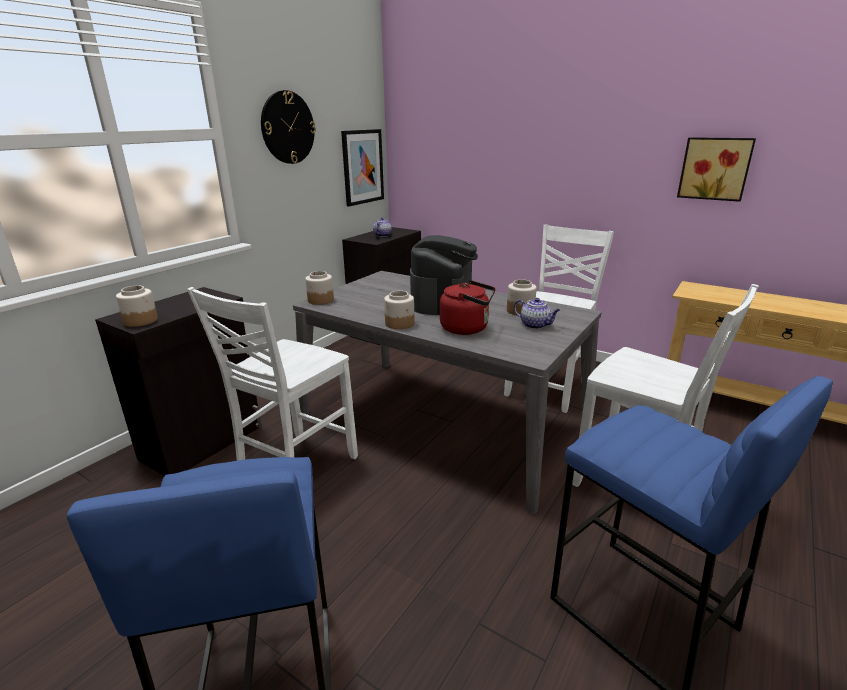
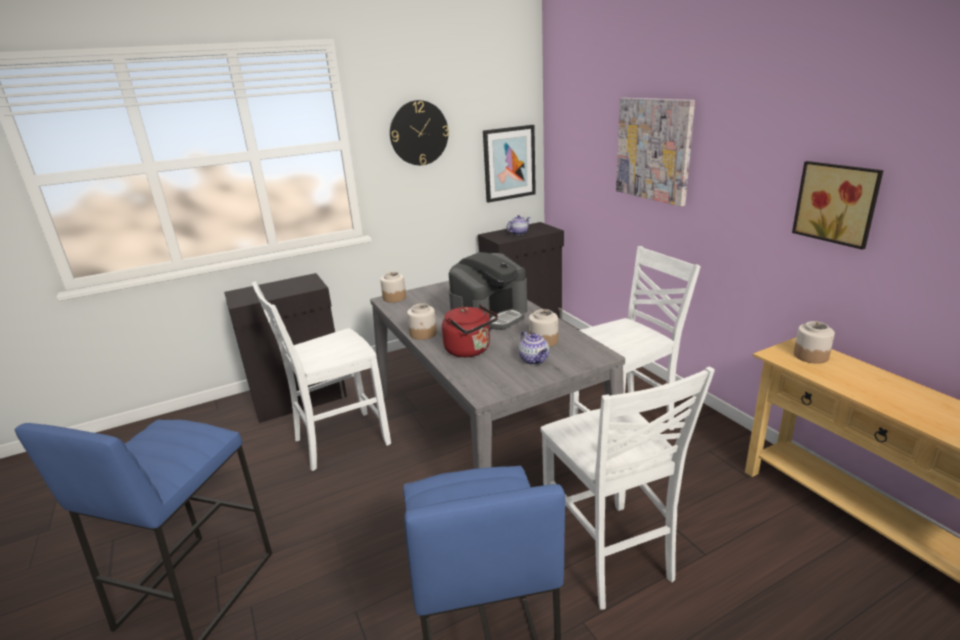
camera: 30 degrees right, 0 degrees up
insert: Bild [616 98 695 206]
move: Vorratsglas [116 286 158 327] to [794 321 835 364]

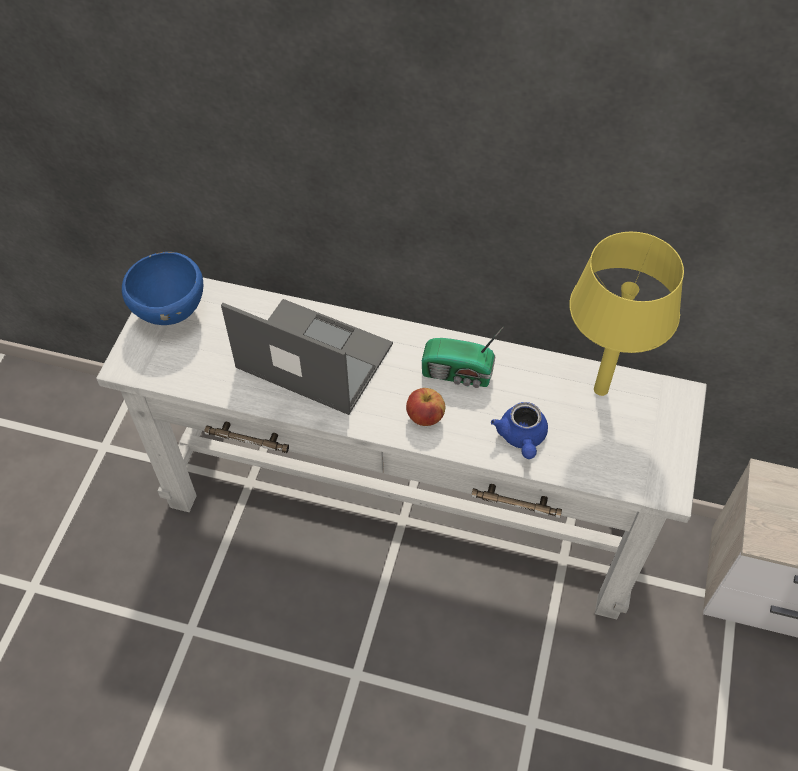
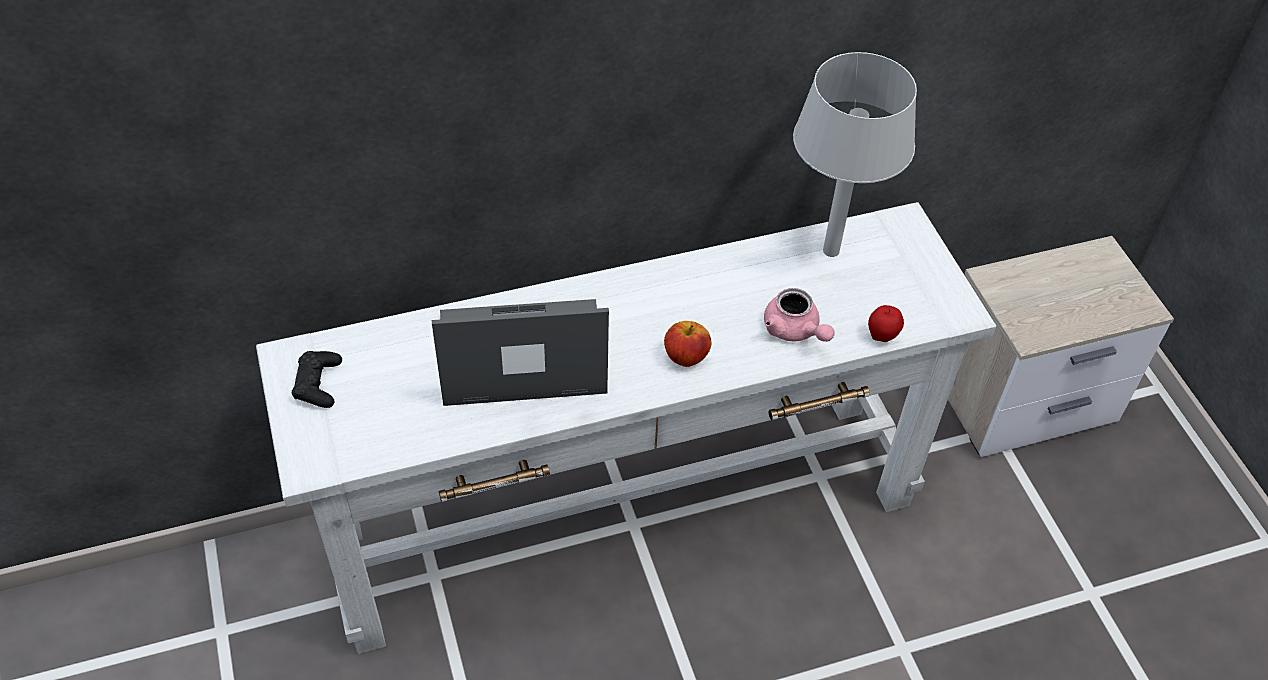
camera: 35 degrees left, 5 degrees down
delete: Radio [422 327 503 388]
insert: Apfel [868 305 904 342]
replace: Schüssel (blau) [122 252 203 325] to Gamepad (schwarz) [292 351 342 408]
recolor: Teekanne (blau) [491 402 548 459] to Teekanne (rosa) [764 288 834 342]; Tischlampe (gelb) [570 232 684 396] to Tischlampe (grau) [793 52 917 257]

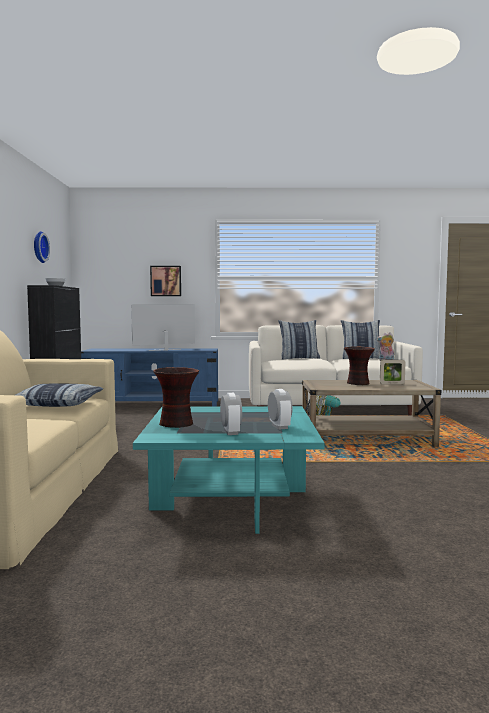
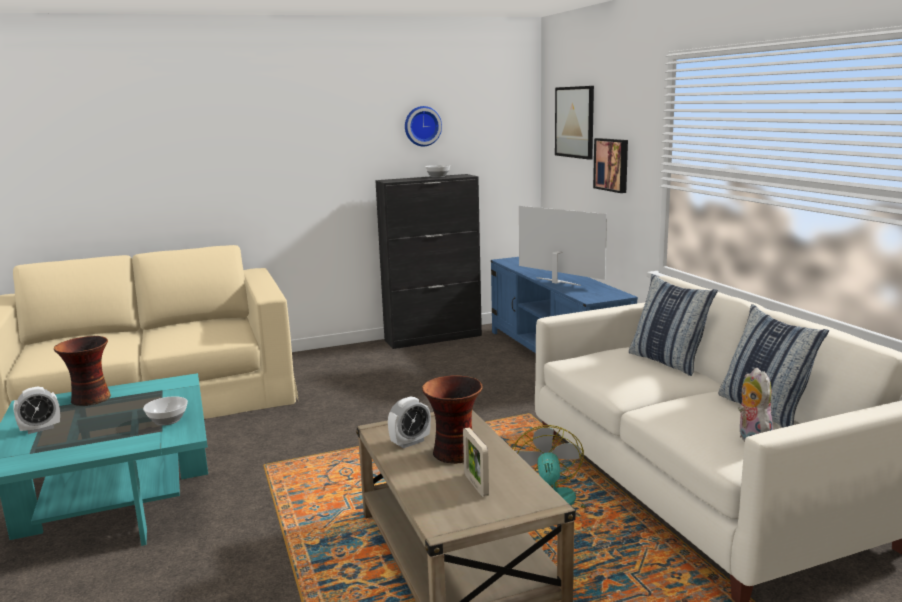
camera: 70 degrees right, 10 degrees up
delete: Kissen [16 384 103 407]
insert: Schüssel [143 396 188 426]; Bild [555 86 594 160]
move: Wecker [268 389 293 430] to [388 397 431 448]

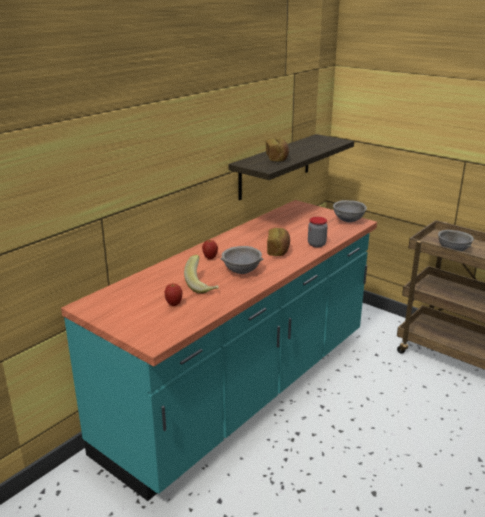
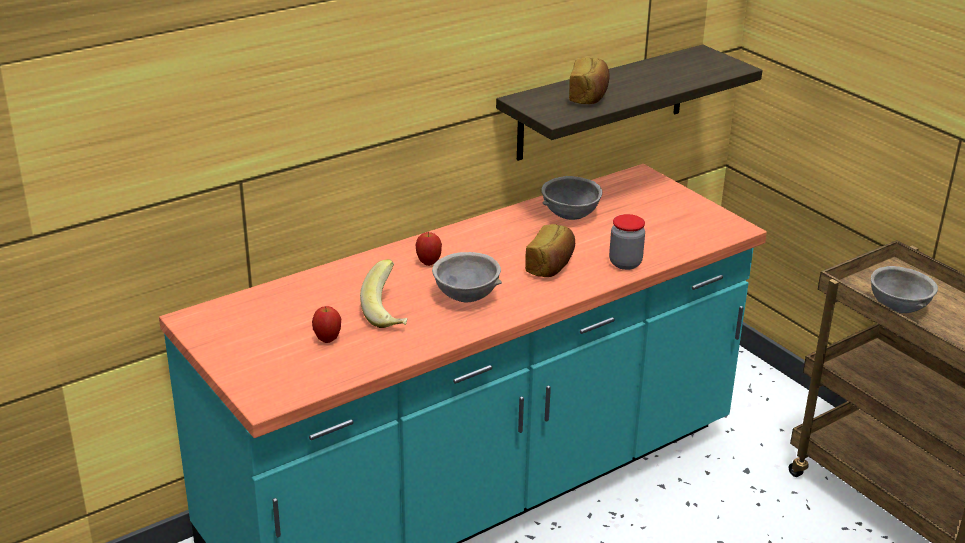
camera: 15 degrees right, 5 degrees up
move: Schüssel (grau) [333 200 367 222] to [541 176 602 220]

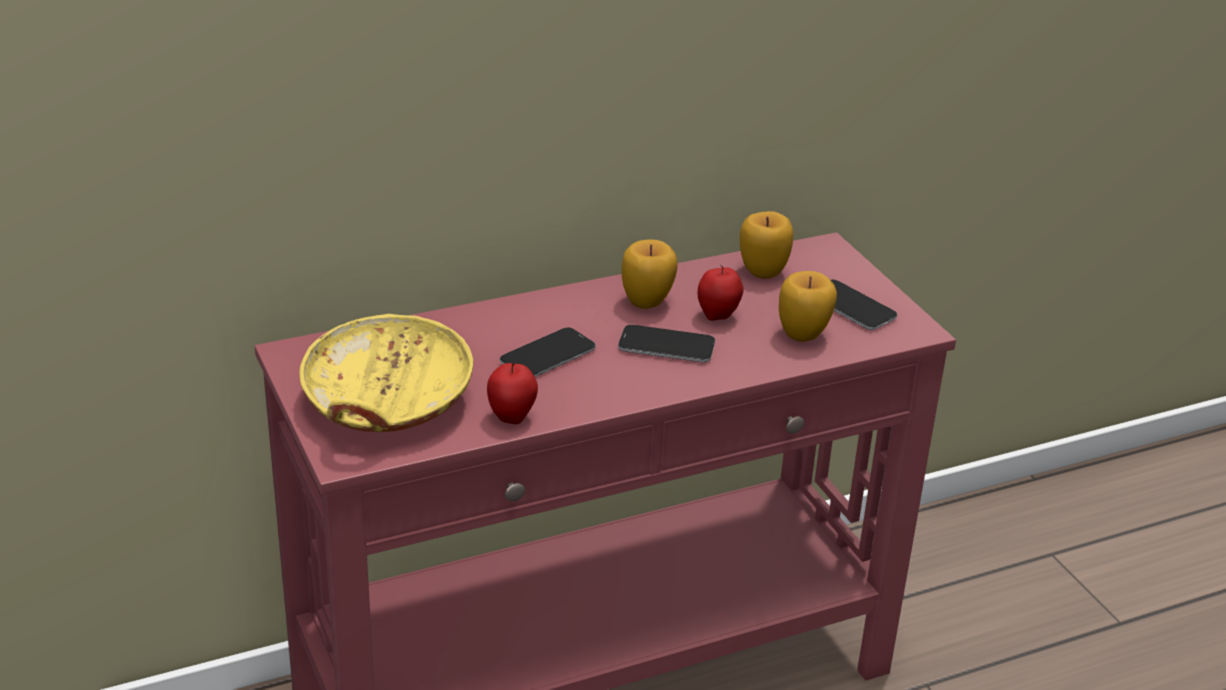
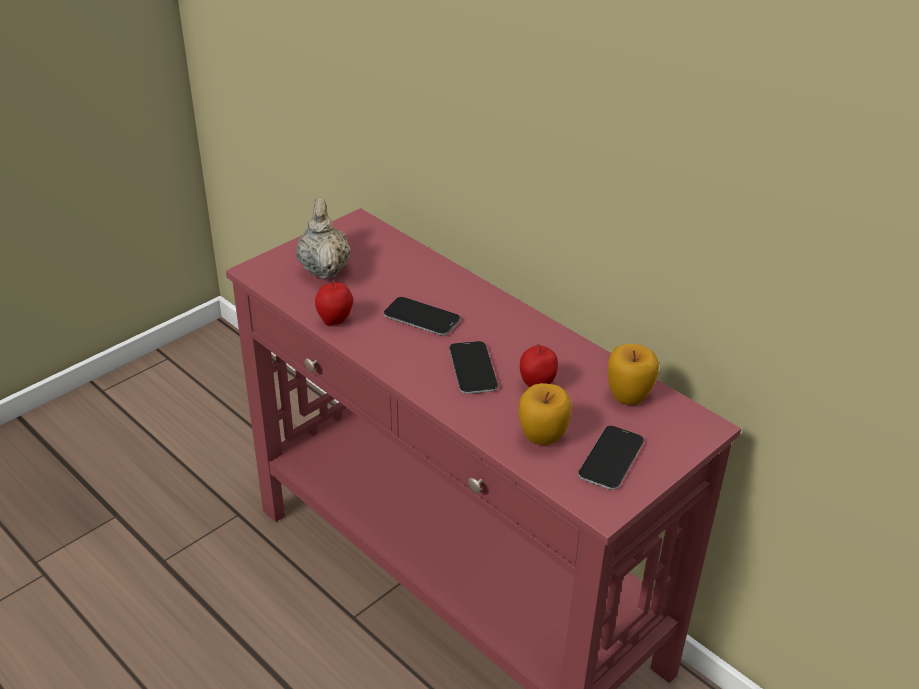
camera: 70 degrees right, 5 degrees up
delete: Apfel [622 239 678 309]
replace: Schüssel (gelb) [299 314 473 432] to Teekanne (beige) [296 197 351 279]

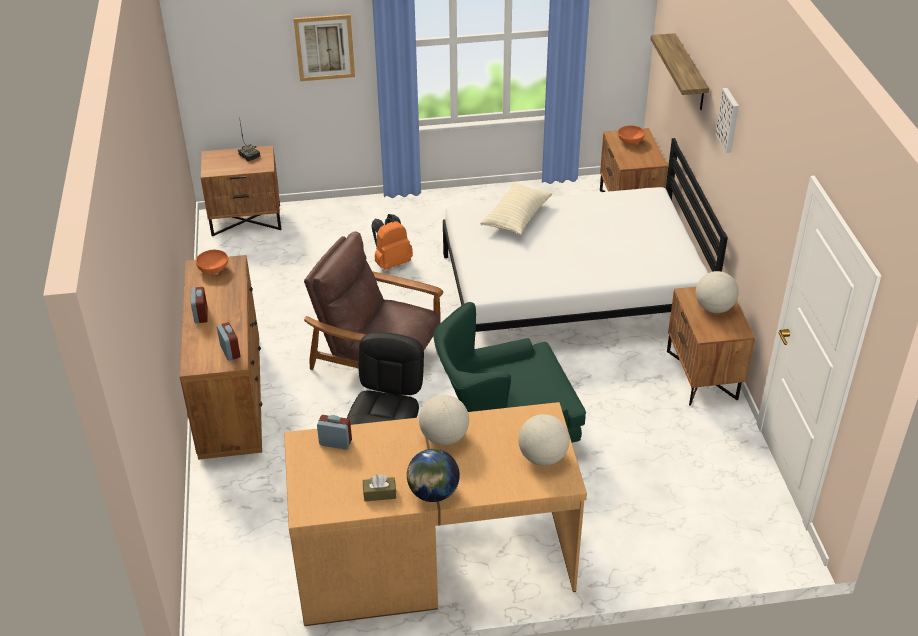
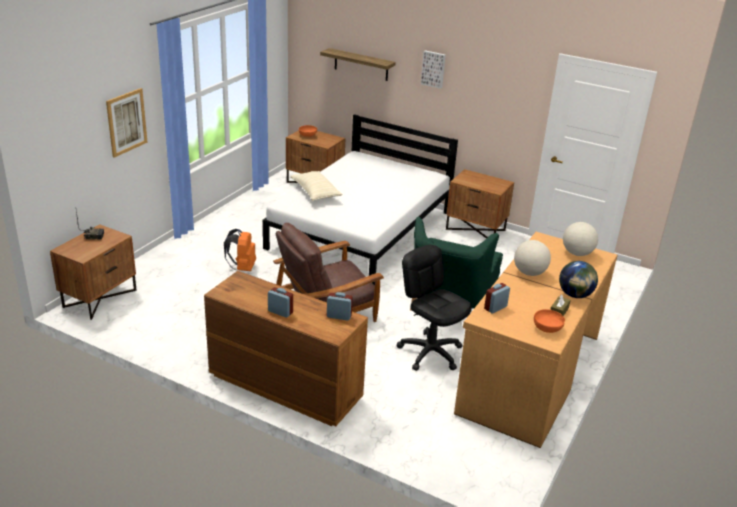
camera: 55 degrees left, 10 degrees down
delete: Globus [696 271 739 313]
move: Schüssel (orange) [196 250 228 274] to [534 309 565 333]

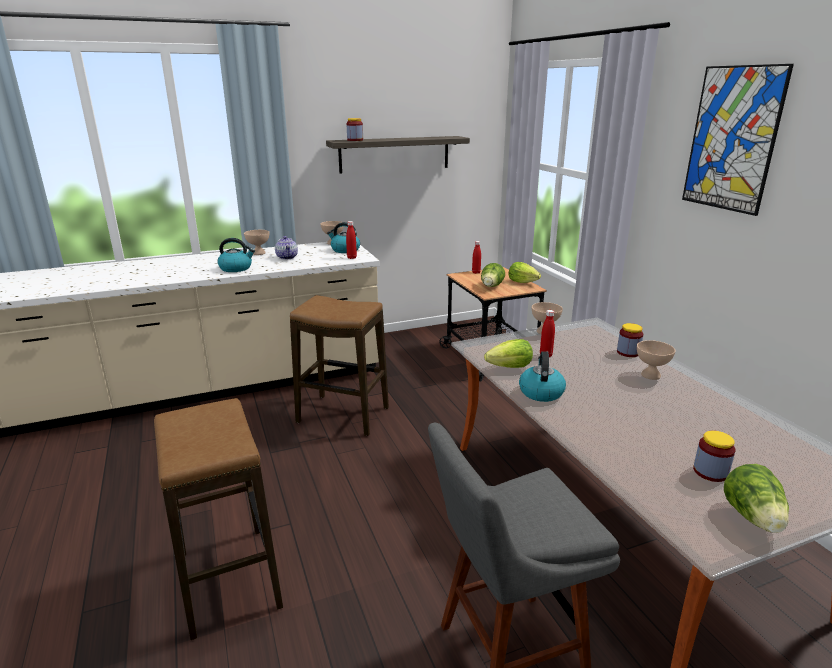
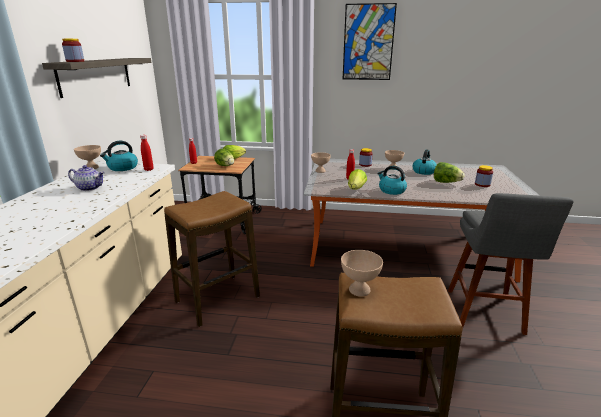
camera: 60 degrees left, 0 degrees up
move: Wasserkessel [217 238 255 272] to [412 150 437 175]; Schüssel (beige) [244 230 269 255] to [341 250 383 297]; Salatkopf [724 464 789 533] to [434 162 465 183]

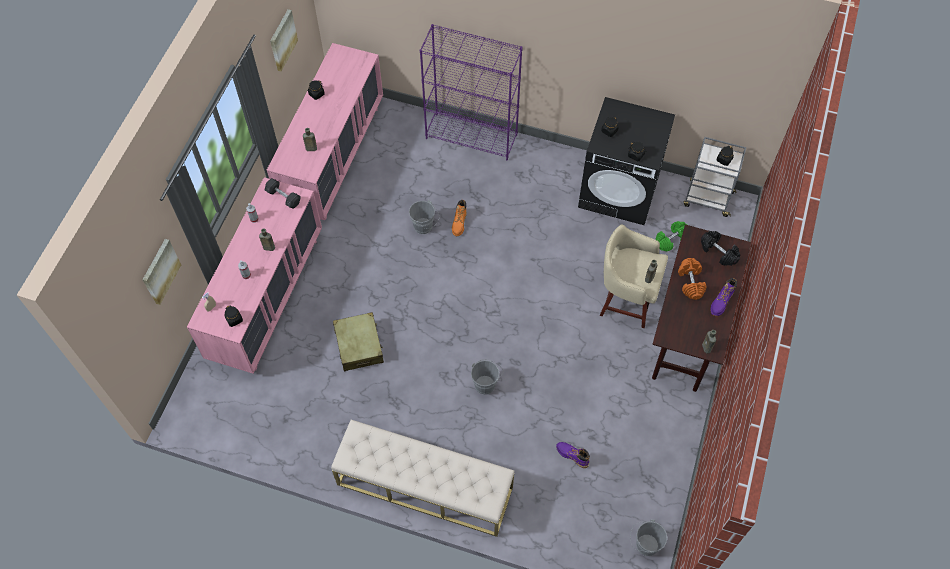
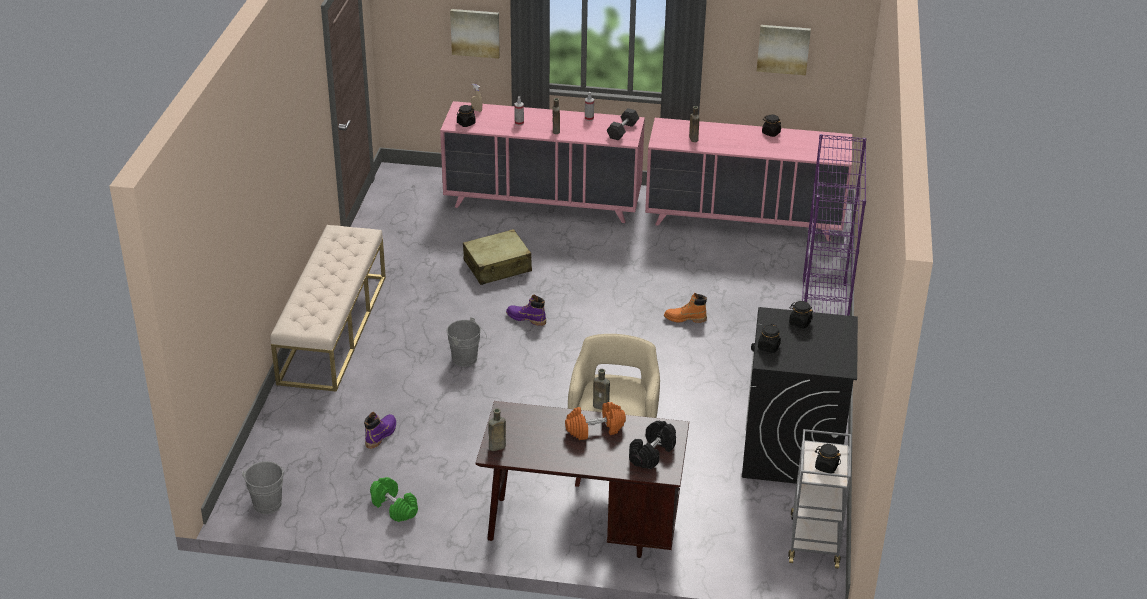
camera: 80 degrees right, 25 degrees down
delete: Eimer (grau) [409 200 440 234]
move: Hantel (grün) [655 221 687 251] to [370 477 418 522]; Stiefel (lila) [710 278 737 316] to [506 294 546 326]

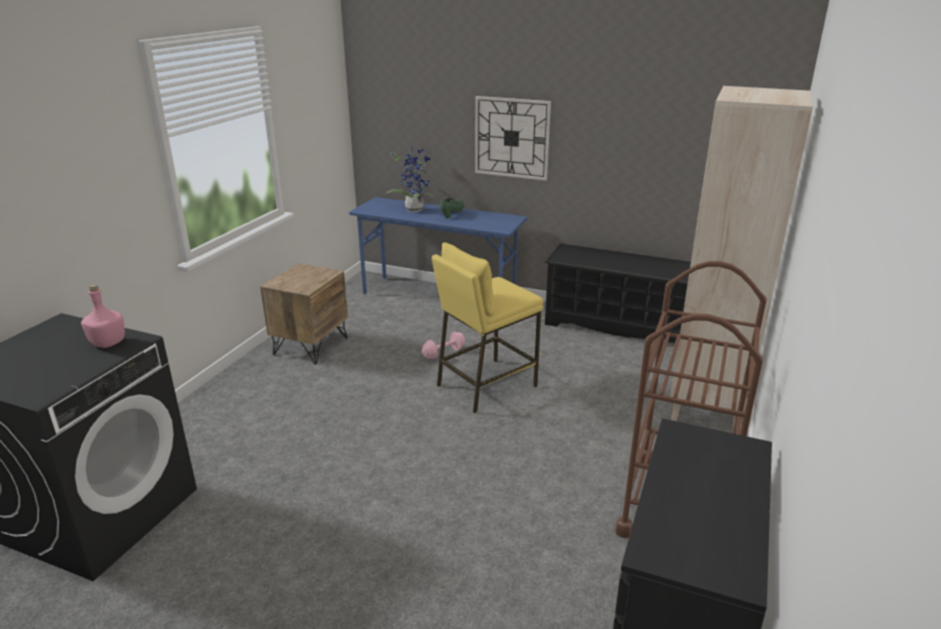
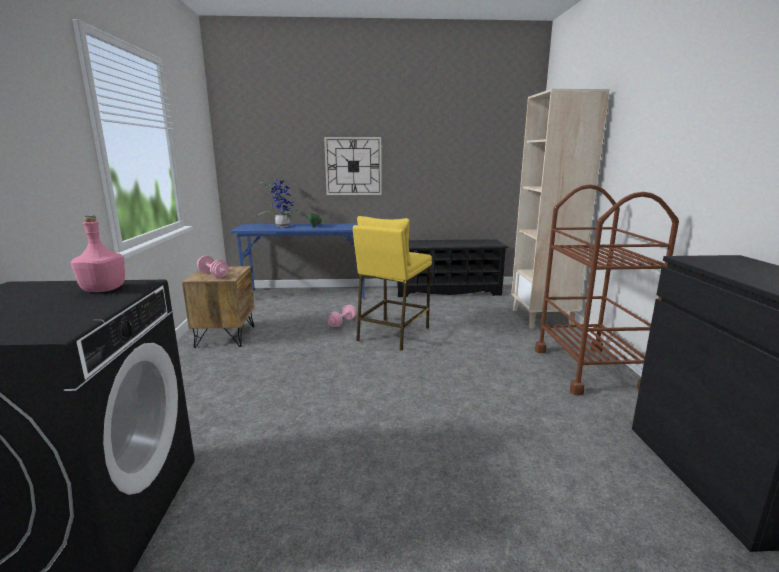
camera: 25 degrees left, 10 degrees down
insert: Hantel (rosa) [197 256 229 278]

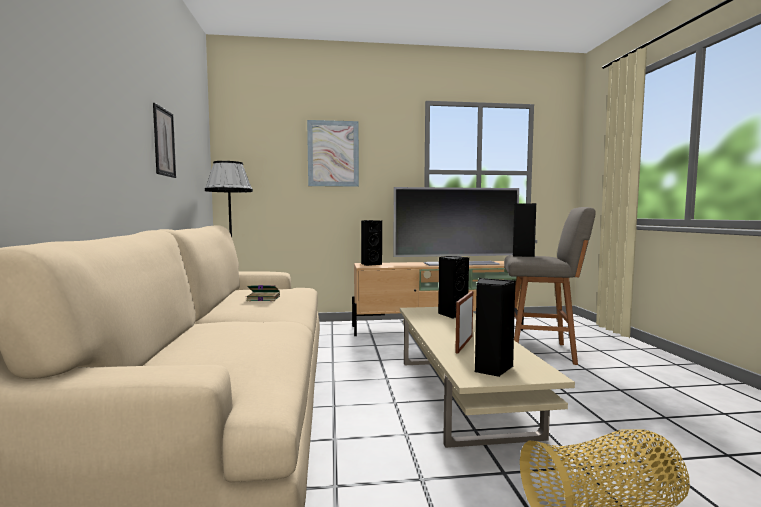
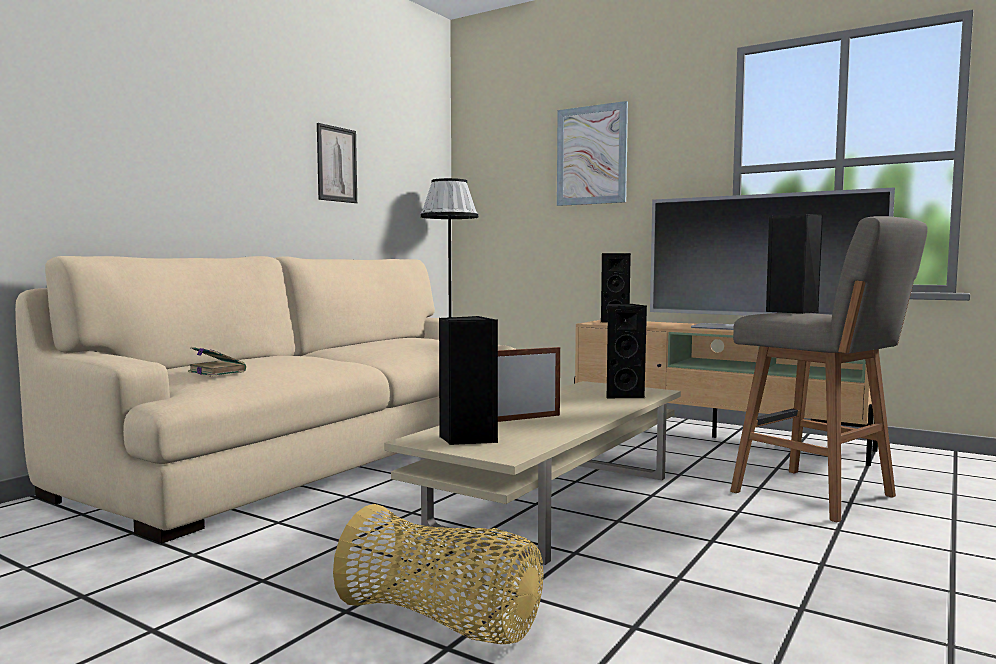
camera: 40 degrees right, 0 degrees up
move: Buch [246 285 280 301] to [188 347 246 376]

